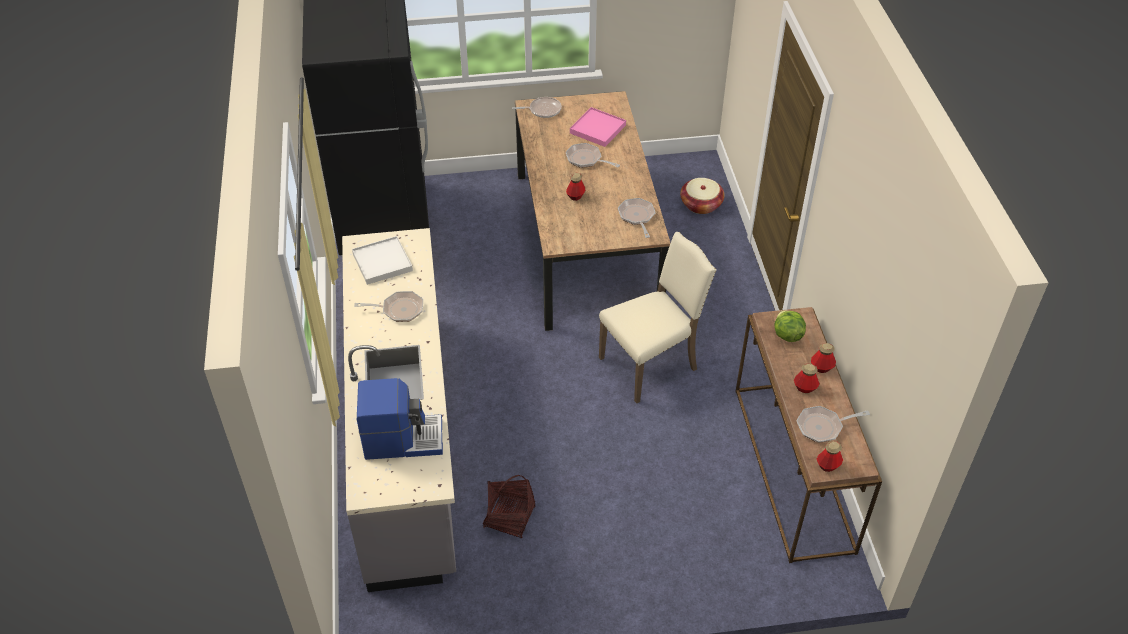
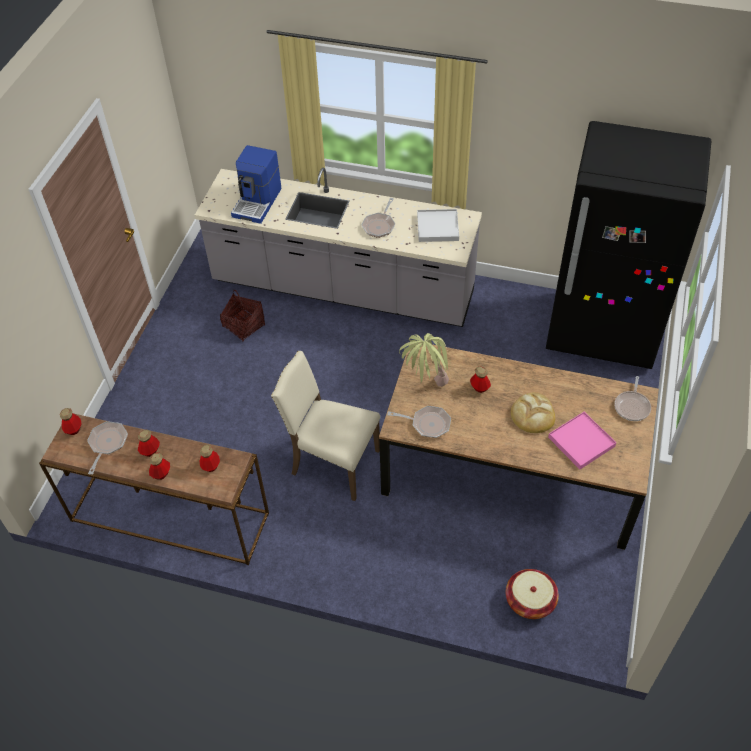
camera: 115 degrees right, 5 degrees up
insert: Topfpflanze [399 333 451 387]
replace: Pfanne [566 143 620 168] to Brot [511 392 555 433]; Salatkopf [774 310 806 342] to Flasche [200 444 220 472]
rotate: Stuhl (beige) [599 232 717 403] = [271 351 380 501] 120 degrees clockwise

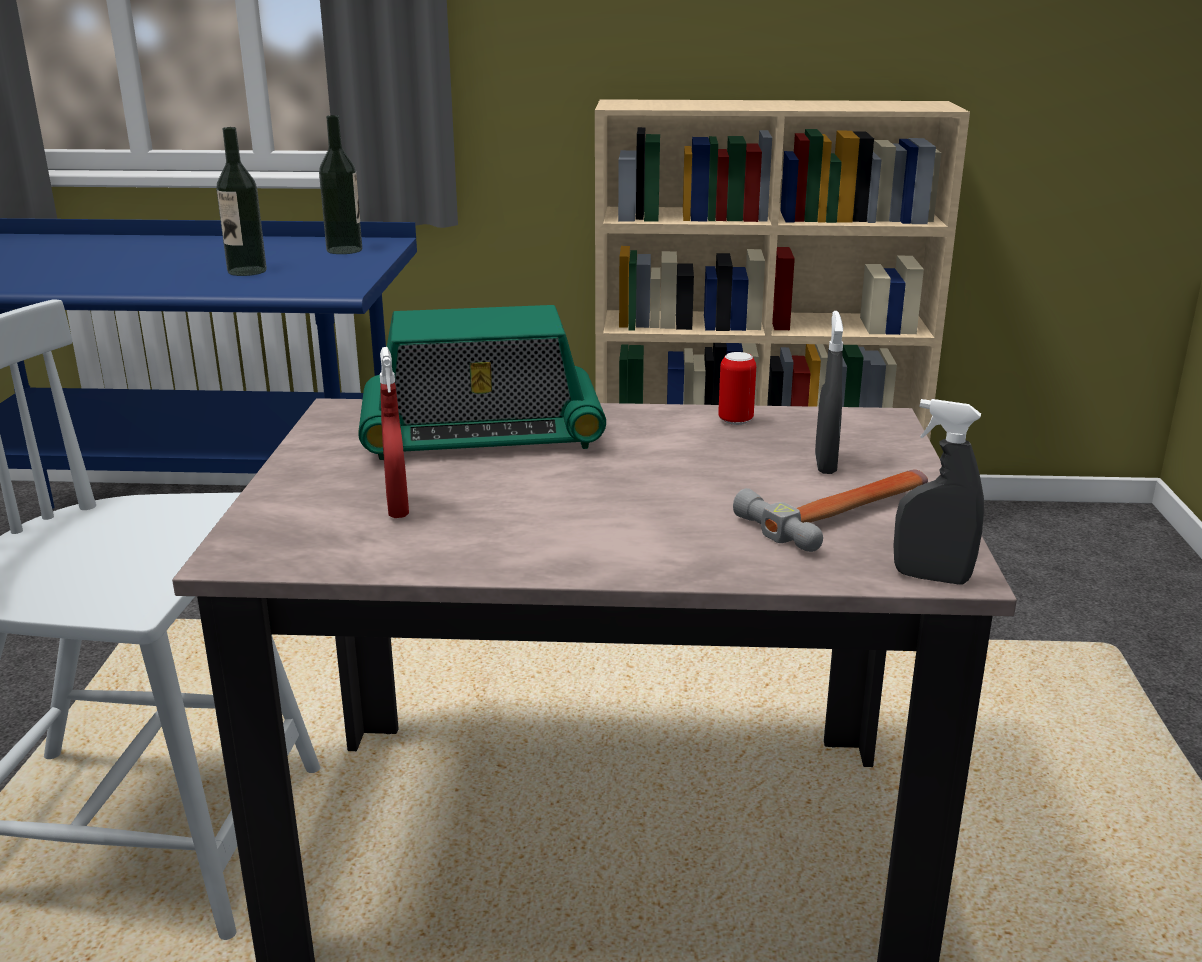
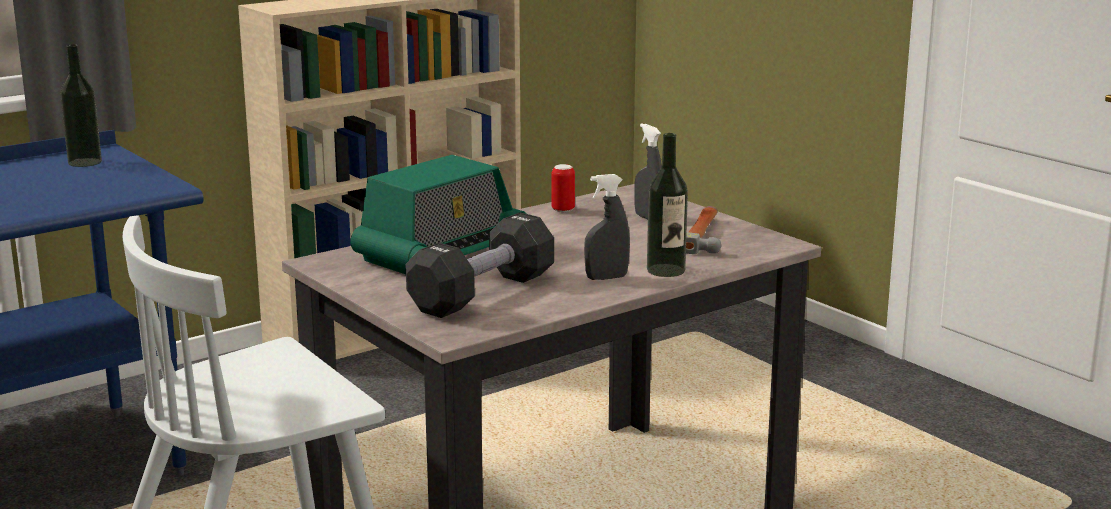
camera: 40 degrees left, 5 degrees down
move: Flasche [216 127 267 276] to [647 133 688 277]; Sprühflasche (grau) [893 399 984 585] to [584 174 630 280]
replace: Sprühflasche (rot) [380 347 409 518] to Hantel (schwarz) [406 212 554 318]

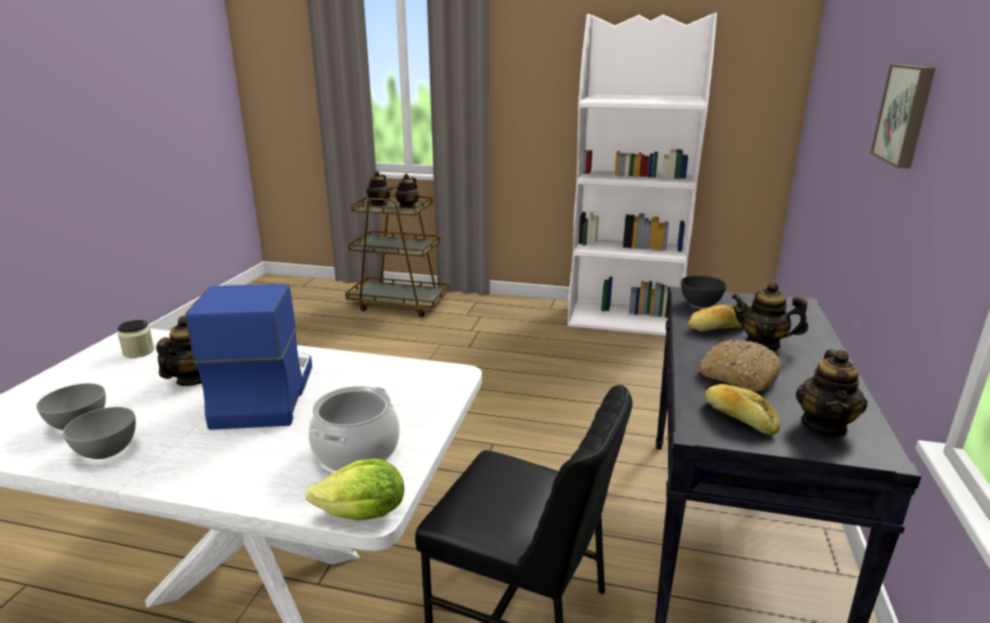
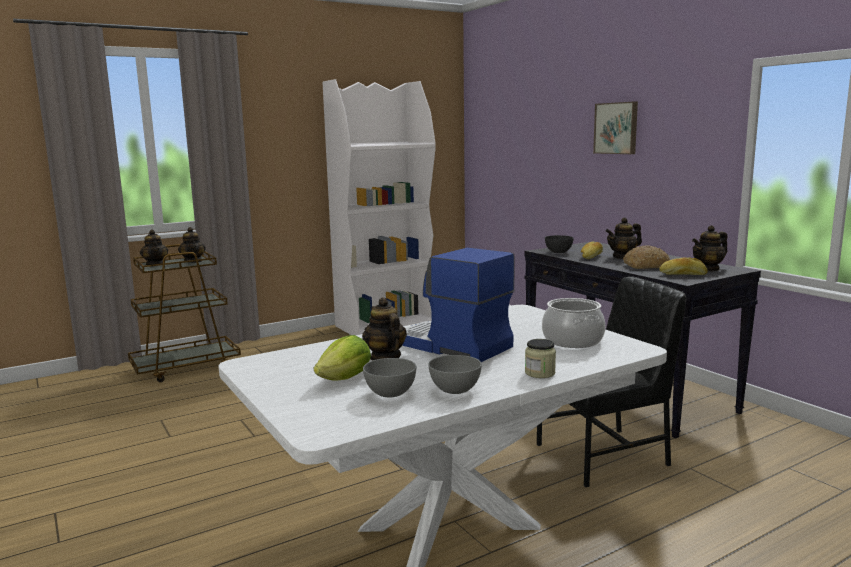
camera: 45 degrees left, 10 degrees down
move: Vorratsglas [118 320 154 358] to [525 339 556 378]; Salatkopf [305 458 404 521] to [314 335 371 381]
rotate: Teekanne [796 349 868 438] = [692 225 728 271] 90 degrees clockwise

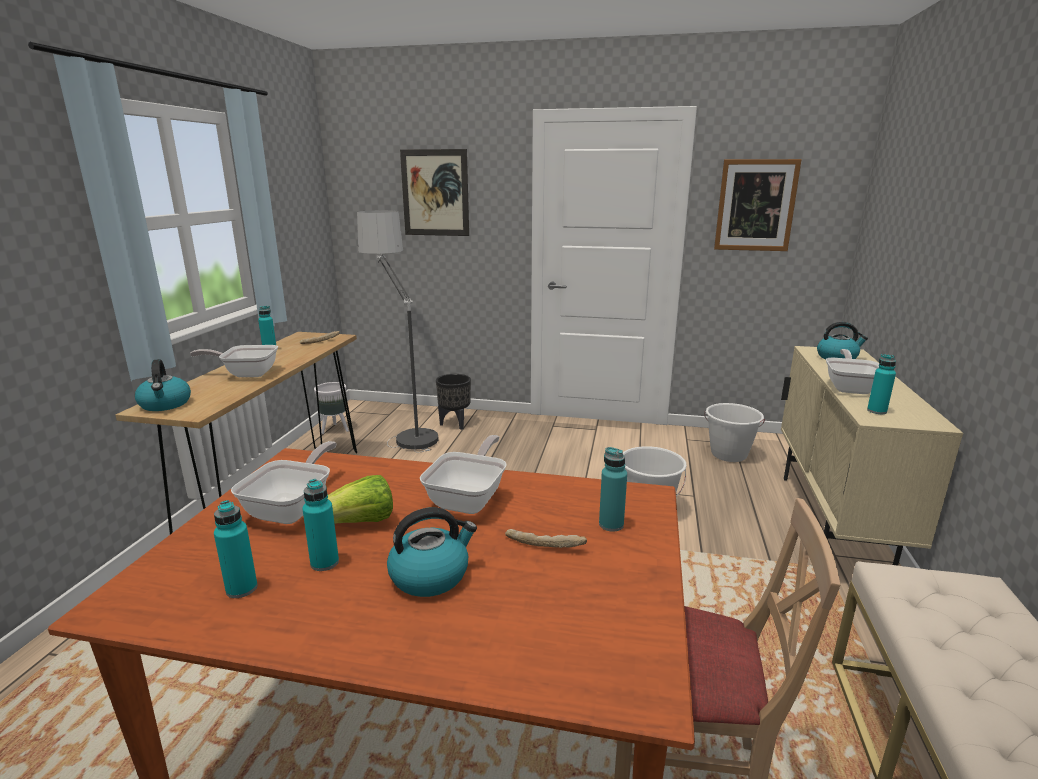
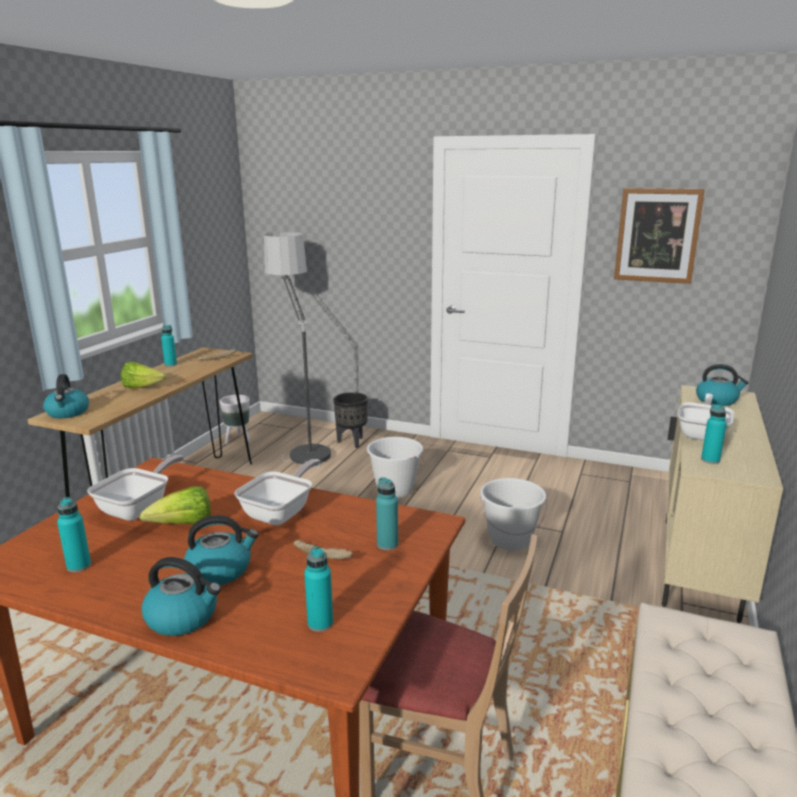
camera: 10 degrees right, 0 degrees up
delete: Bild [400 149 469 236]
insert: Wasserkessel [142 557 221 636]
move: Flasche (türkis) [302 479 339 571] to [304 546 333 632]; Eimer (weiß) [704 403 765 462] to [367 437 424 498]
replace: Pfanne [190 345 278 377] to Salatkopf [121 362 166 388]

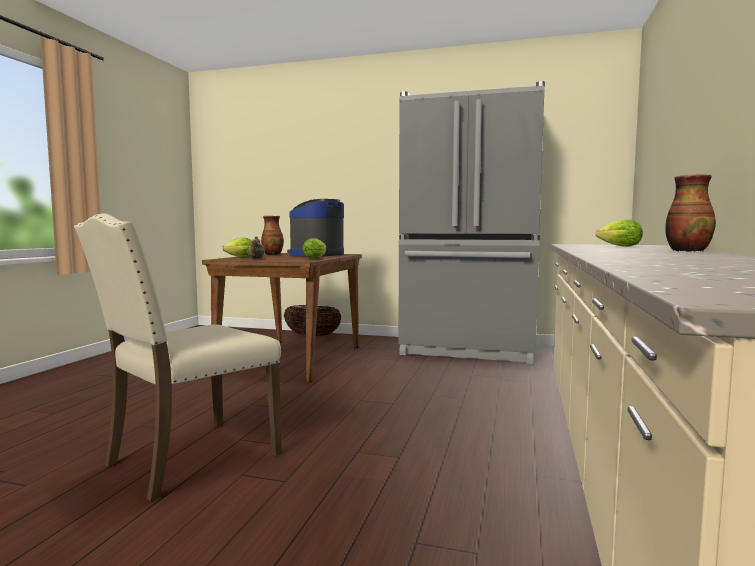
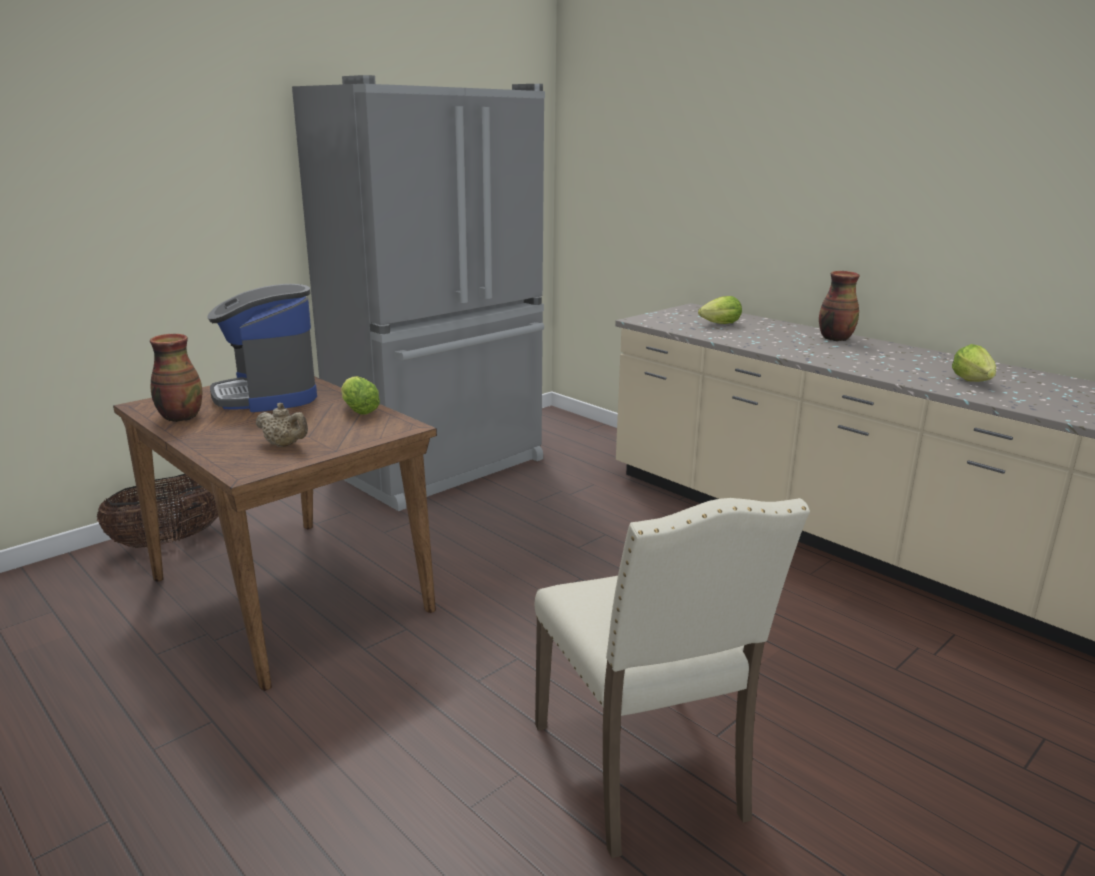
camera: 60 degrees left, 15 degrees up
move: Salatkopf [222 238 252 257] to [952 344 996 382]

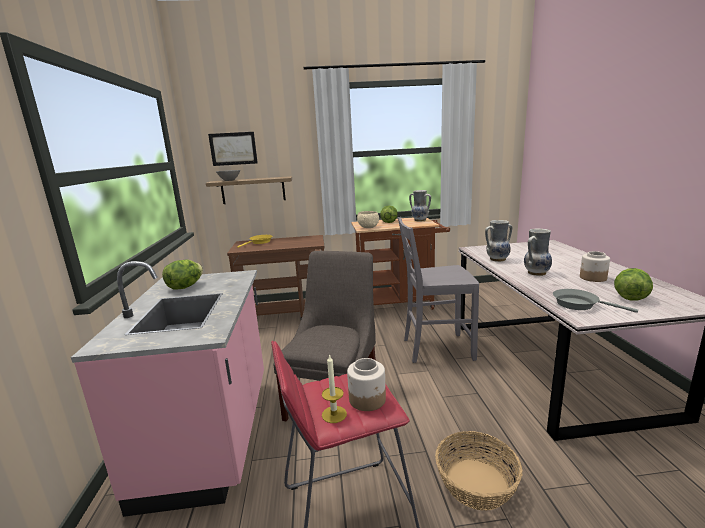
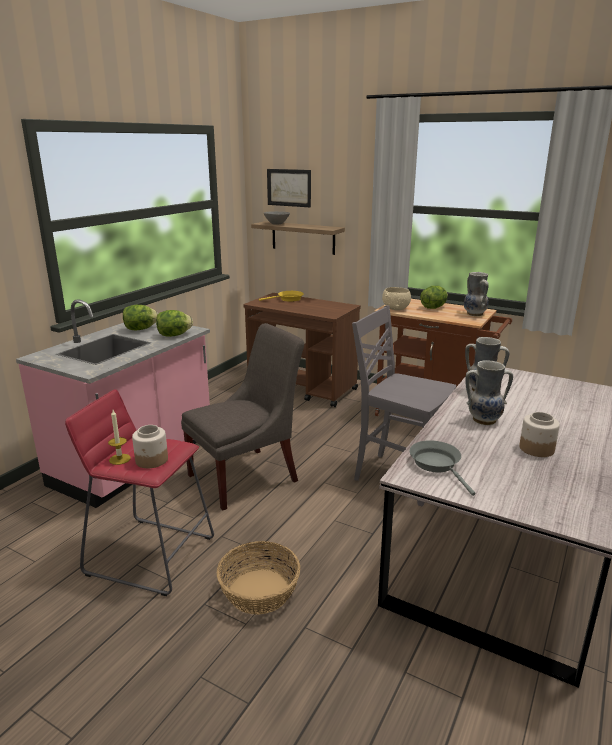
camera: 35 degrees right, 5 degrees up
move: Salatkopf [614 268 653 301] to [156 310 193 337]

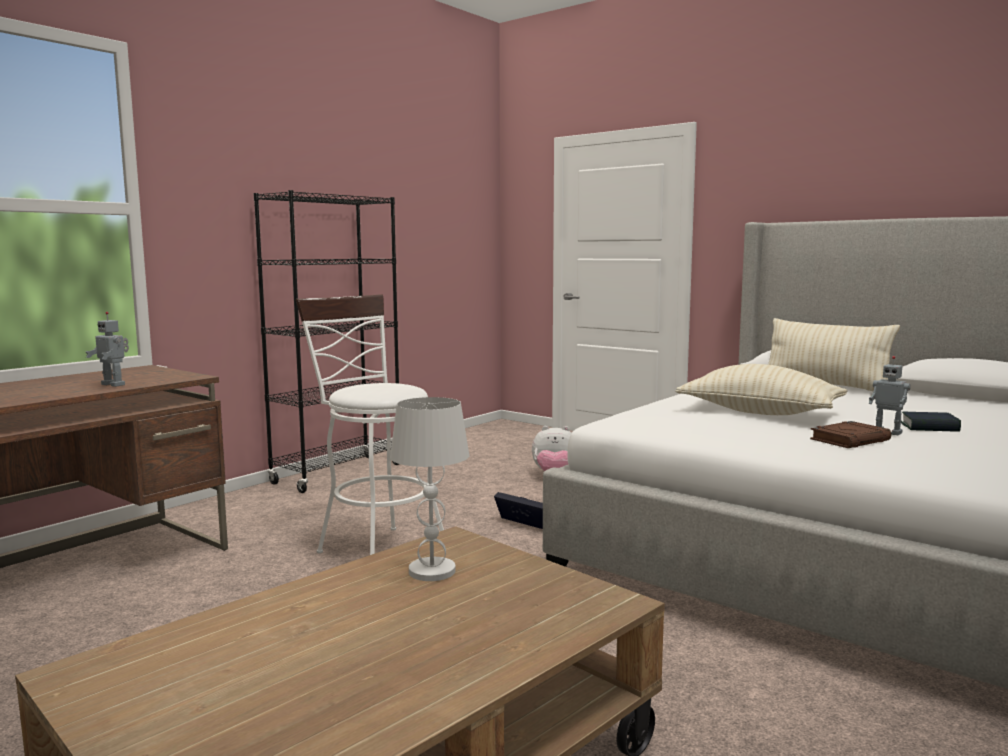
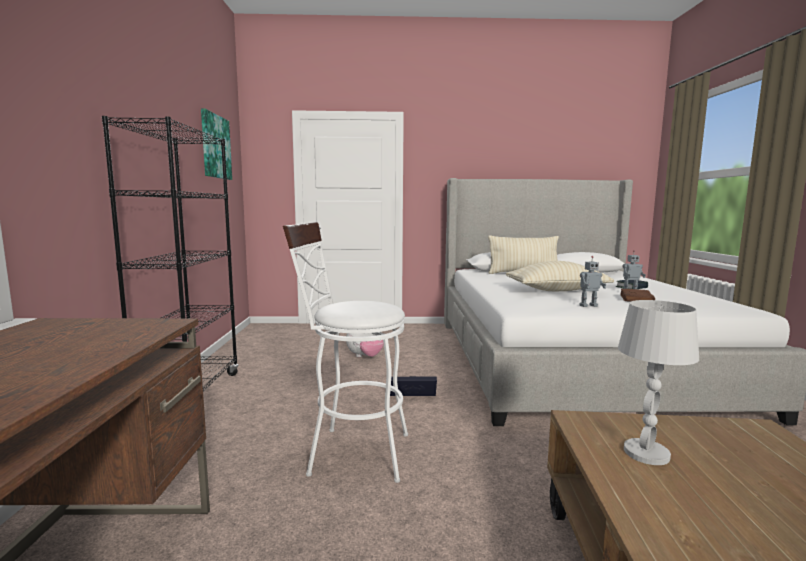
camera: 40 degrees left, 0 degrees up
insert: Bild [201 109 232 180]
move: Spielzeugroboter [86 312 129 387] to [579 256 607 307]

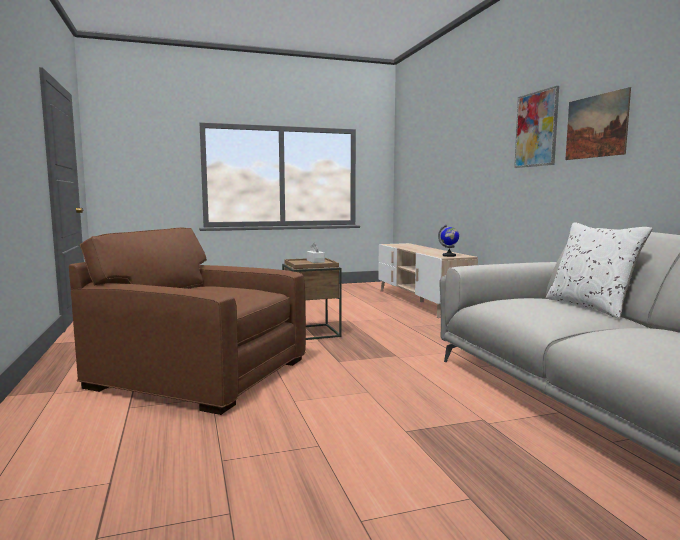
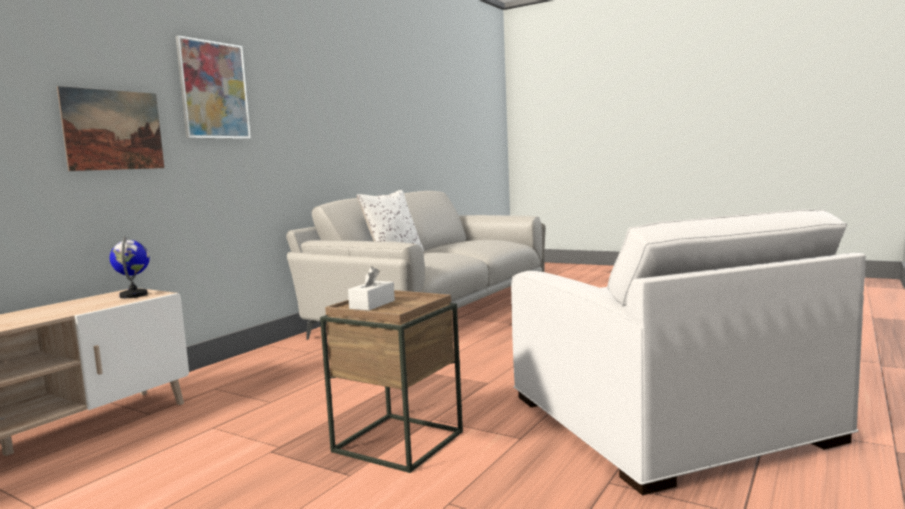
camera: 130 degrees left, 0 degrees up
move: Bild [565 87 631 160] to [57 86 164 171]
recolor: Sessel (braun) [69 228 306 415] to Sessel (weiß) [511 209 866 495]

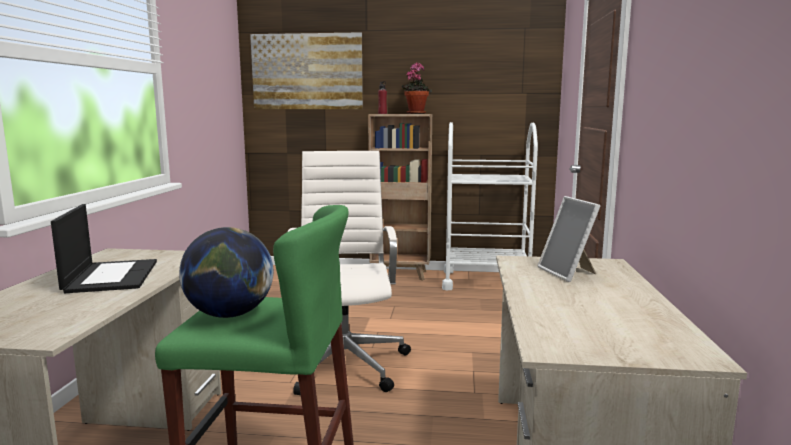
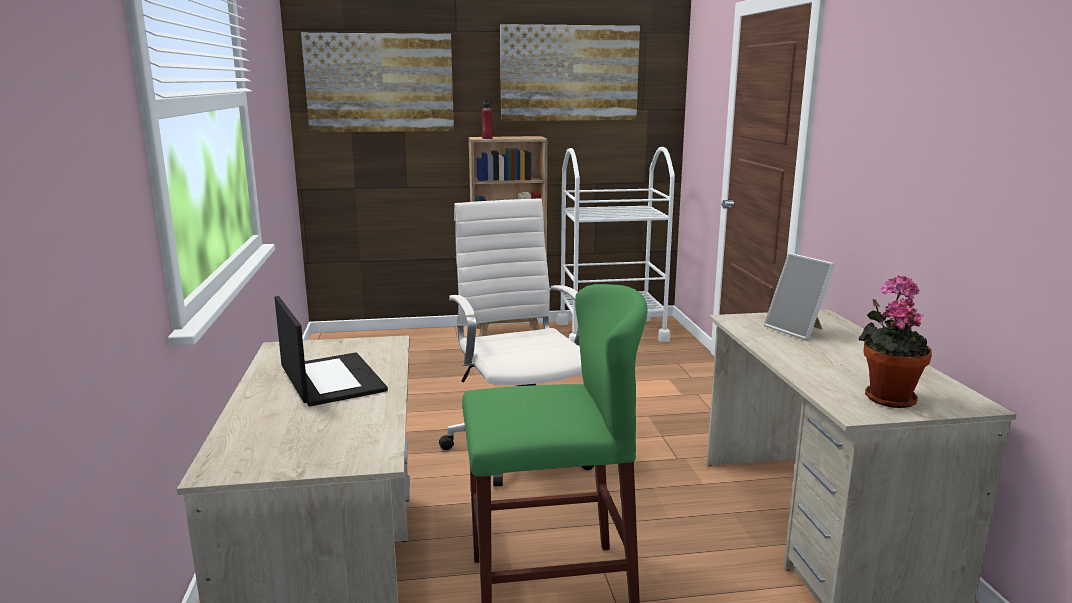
camera: 15 degrees left, 5 degrees up
delete: Globus [179 227 273 318]
insert: Bild [500 24 640 121]
move: Topfpflanze [402 62 432 114] to [859 275 932 408]

